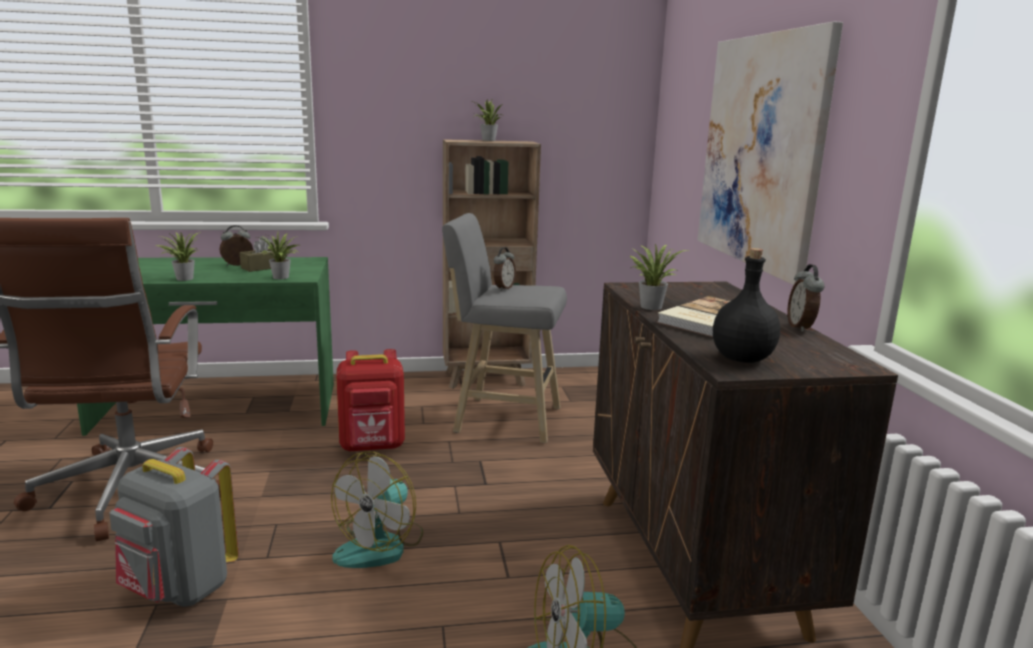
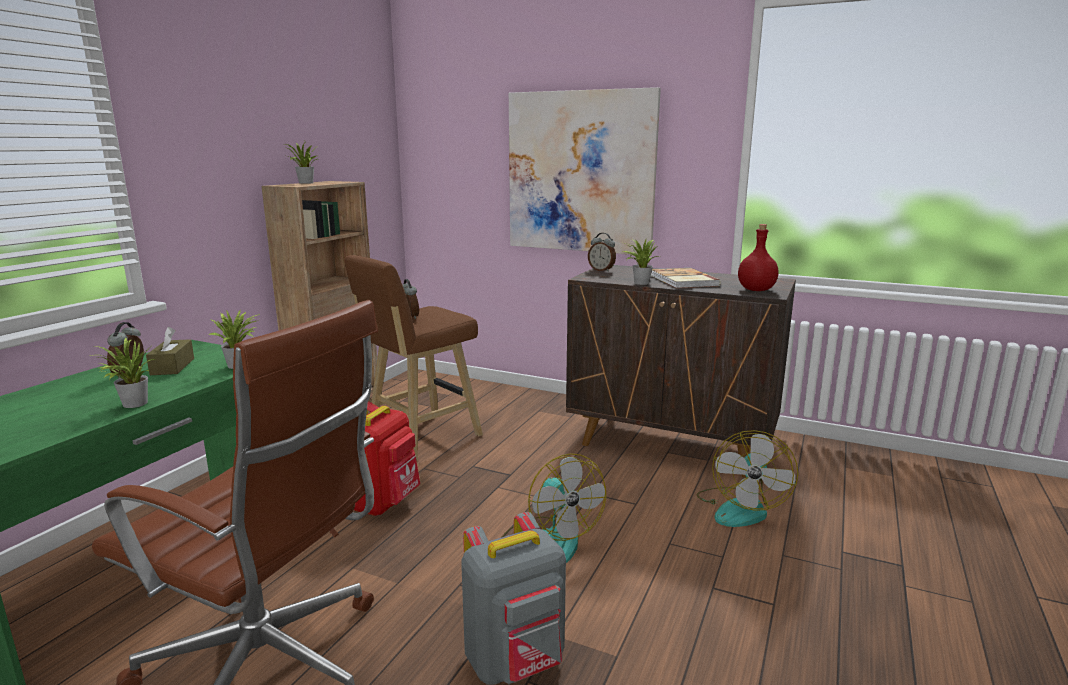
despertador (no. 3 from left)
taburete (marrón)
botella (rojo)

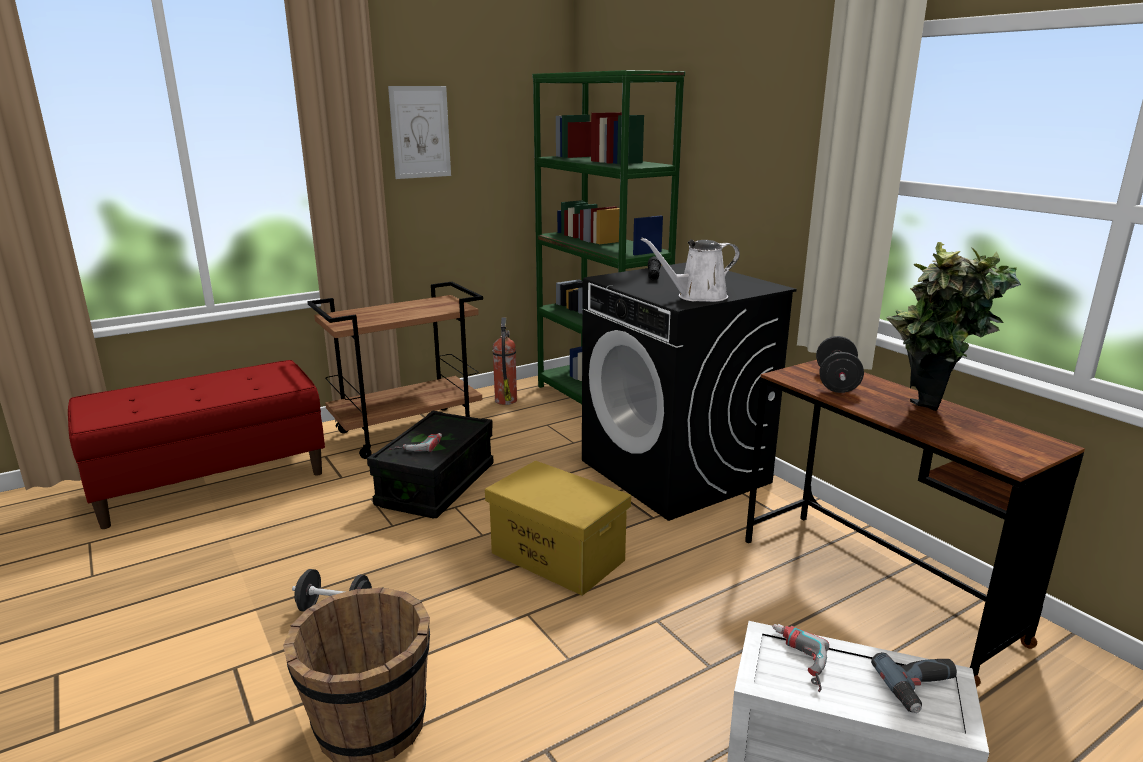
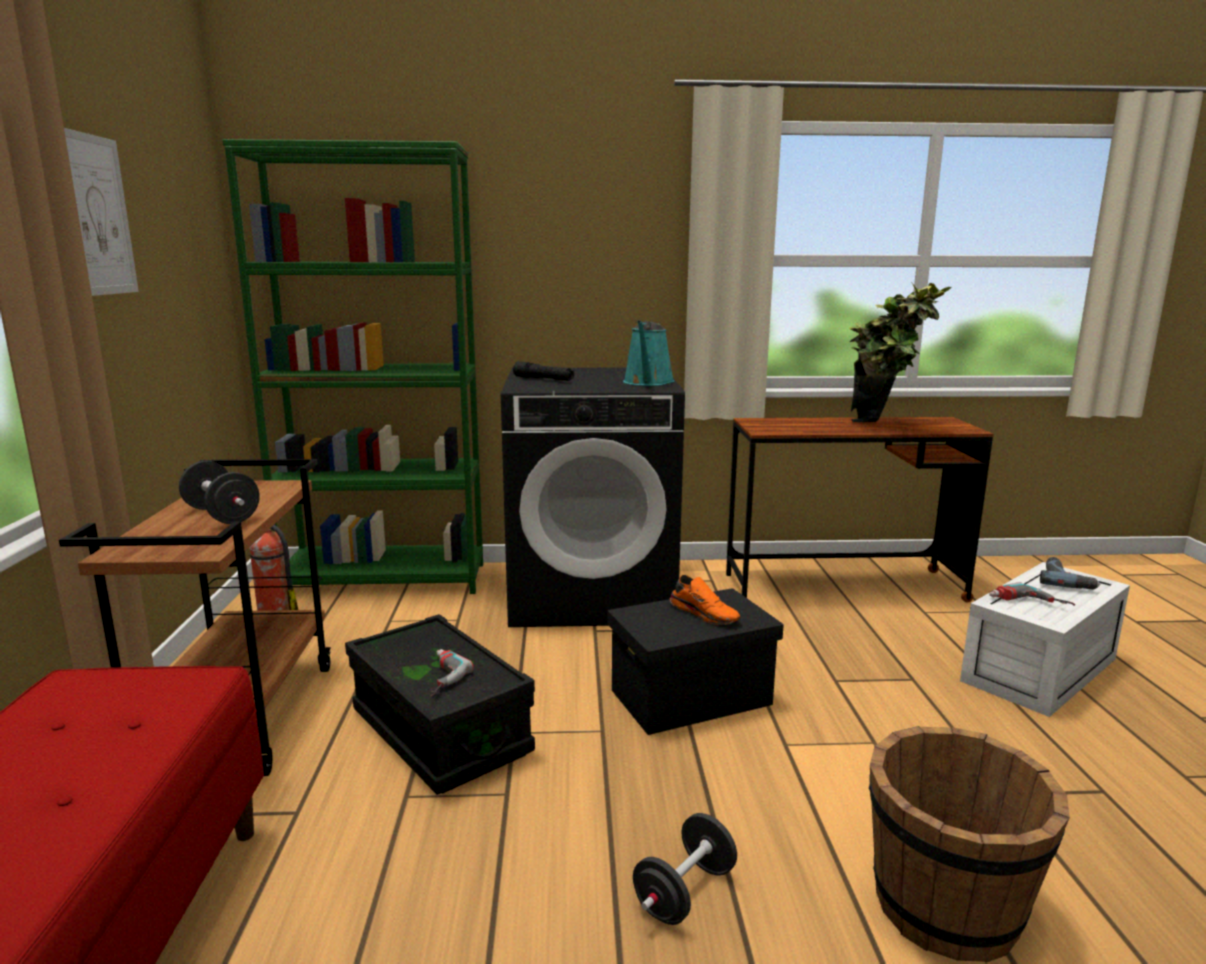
zapato (naranja)
mancuerna (negro) (no. 1 from left)
caja de almacenaje (negro) (no. 2 from left)
regadera (turquesa)

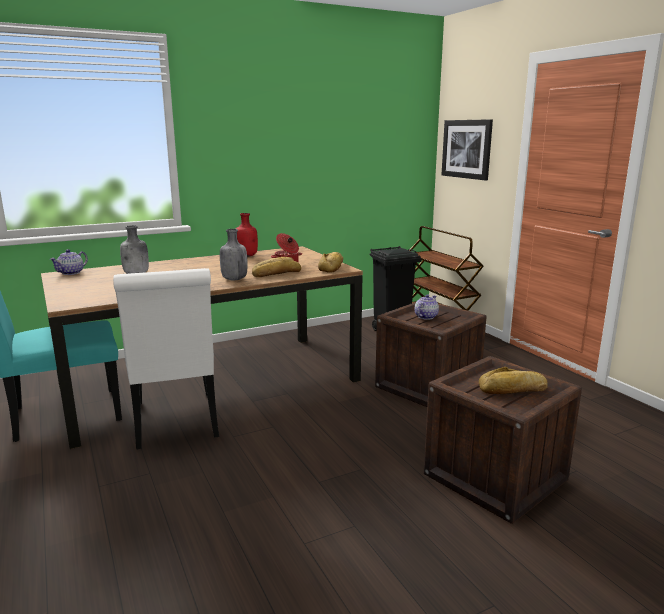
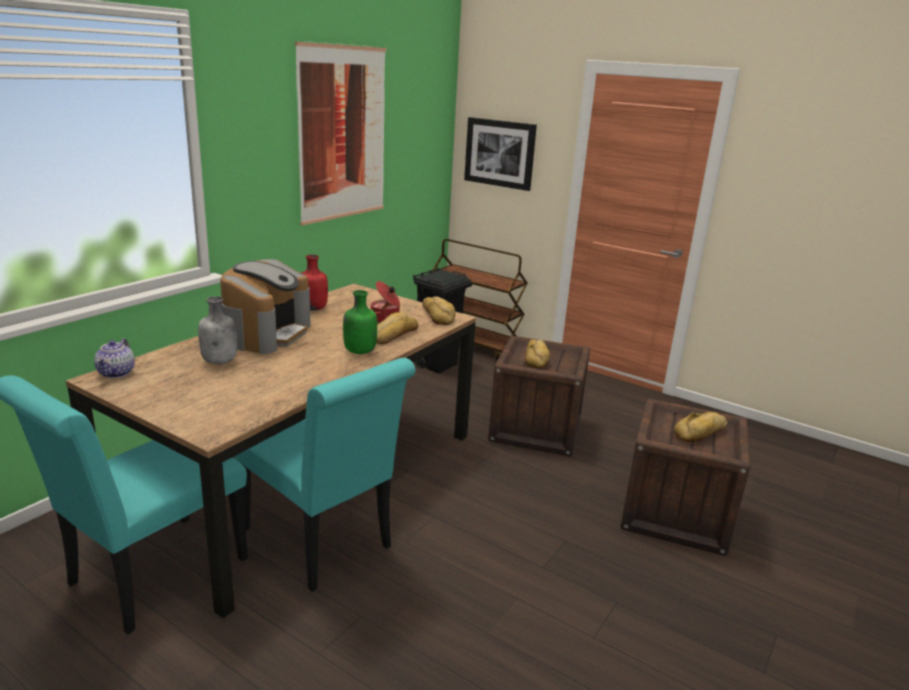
cafetera
cuadro (no. 1 from left)
pan (no. 3 from left)
silla (turquesa) (no. 2 from left)
botella (verde)

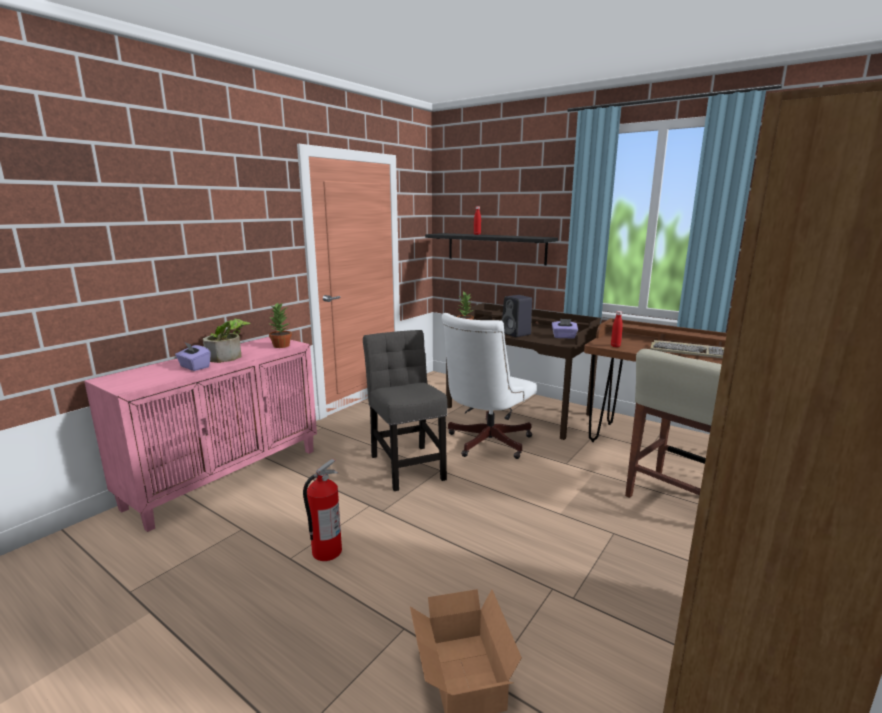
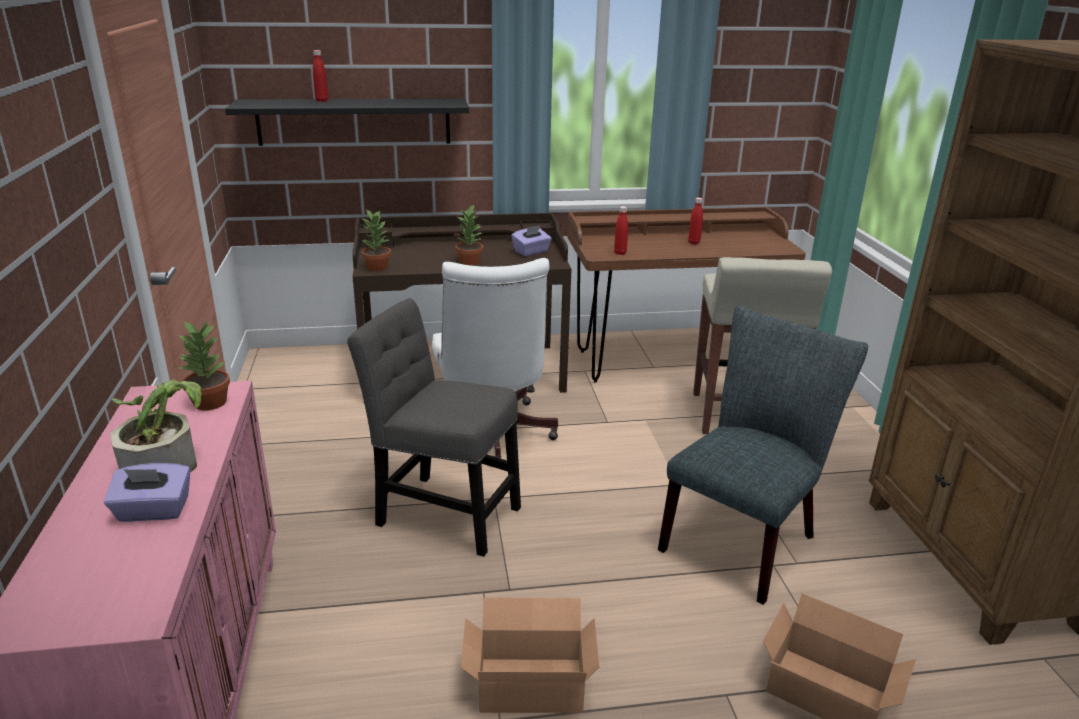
silla (gris) (no. 2 from left)
caja de cartón (no. 1 from left)
planta en maceta (no. 4 from left)
botella (rojo) (no. 3 from left)

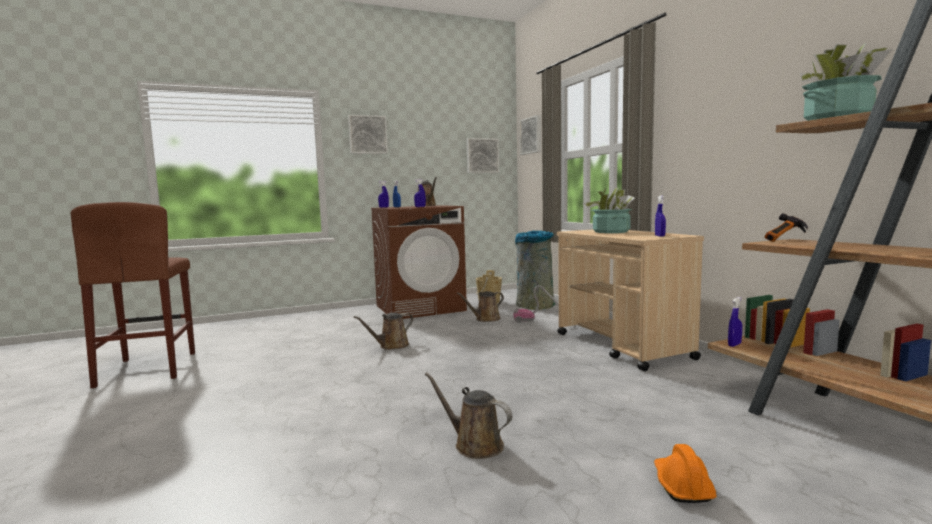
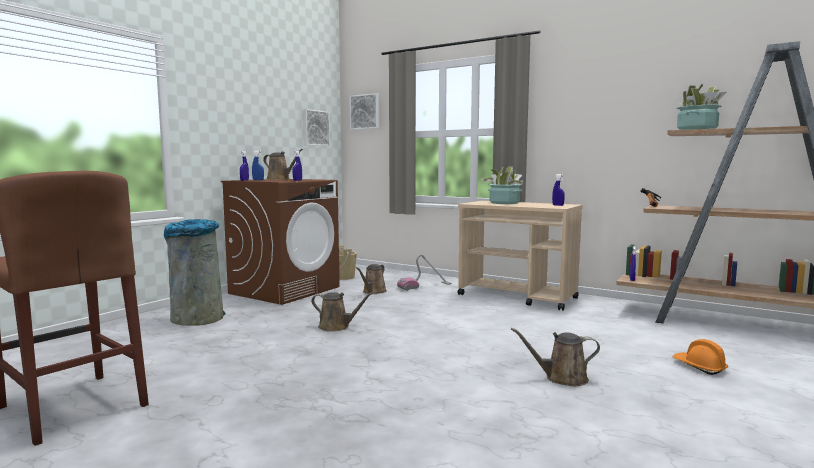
cuadro (no. 1 from left in the first image)
papelera (gris)
regadera (marrón) (no. 2 from left)

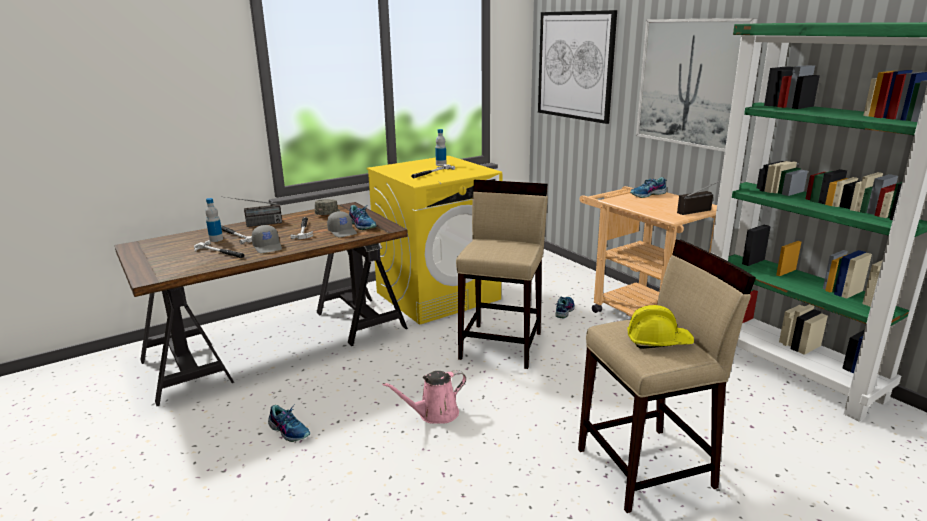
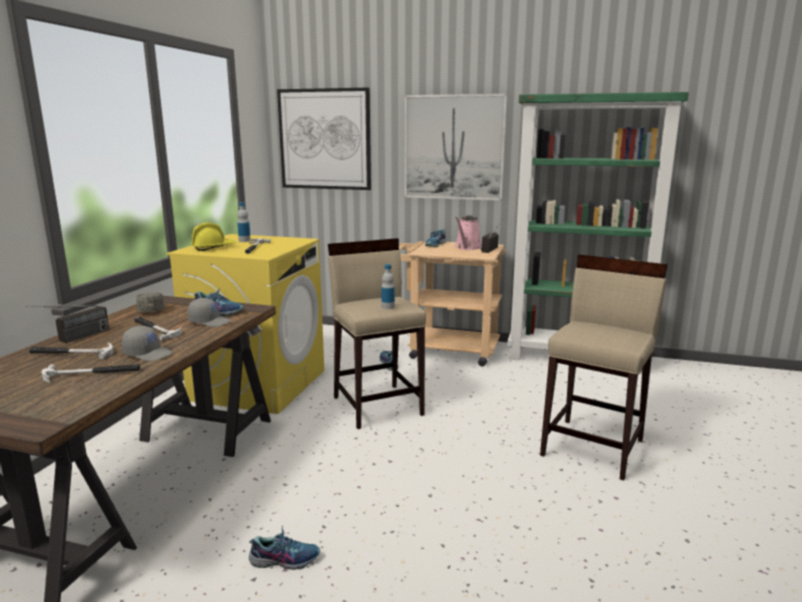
botella (no. 2 from left)
regadera (rosa)
casco (amarillo)

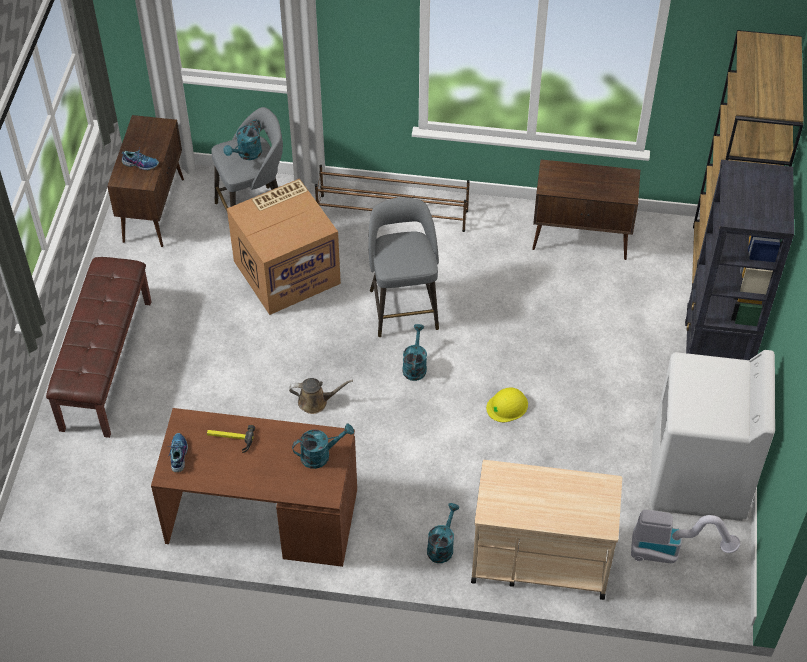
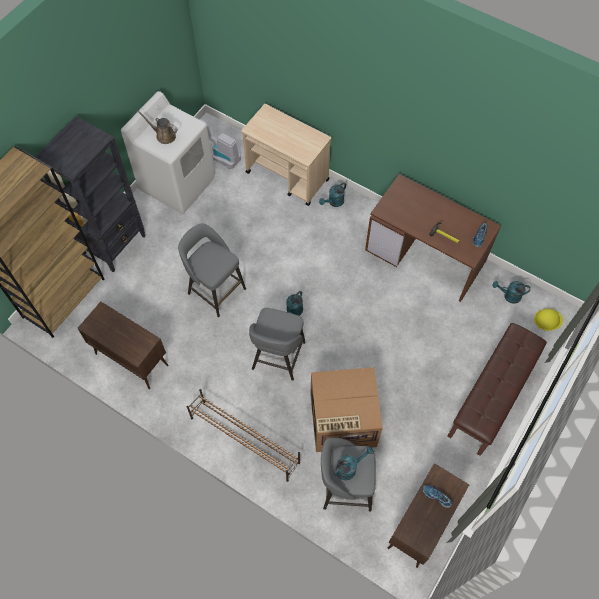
taburete (gris) (no. 1 from left)
regadera (marrón)
regadera (turquesa) (no. 4 from left)
casco (amarillo)

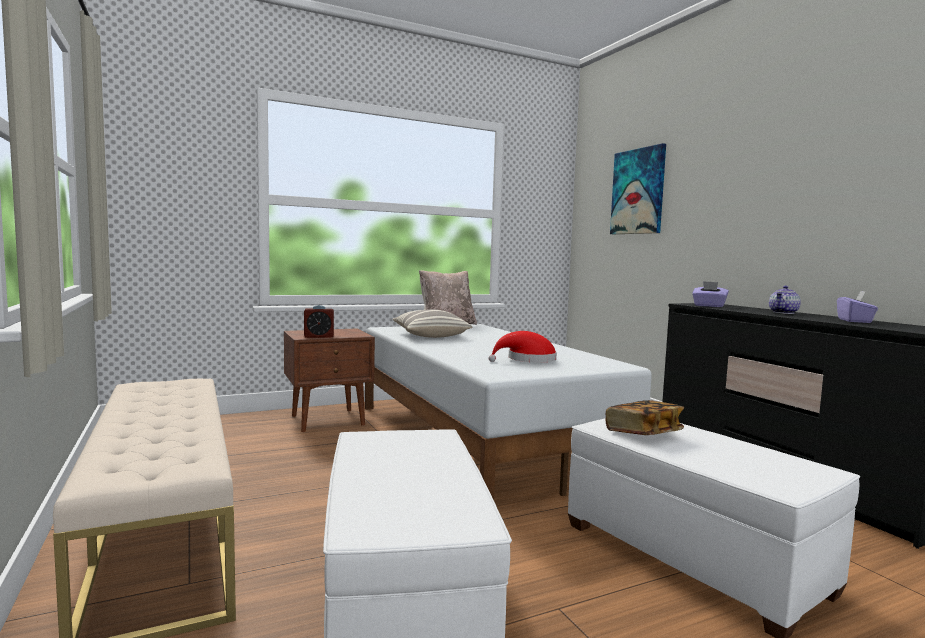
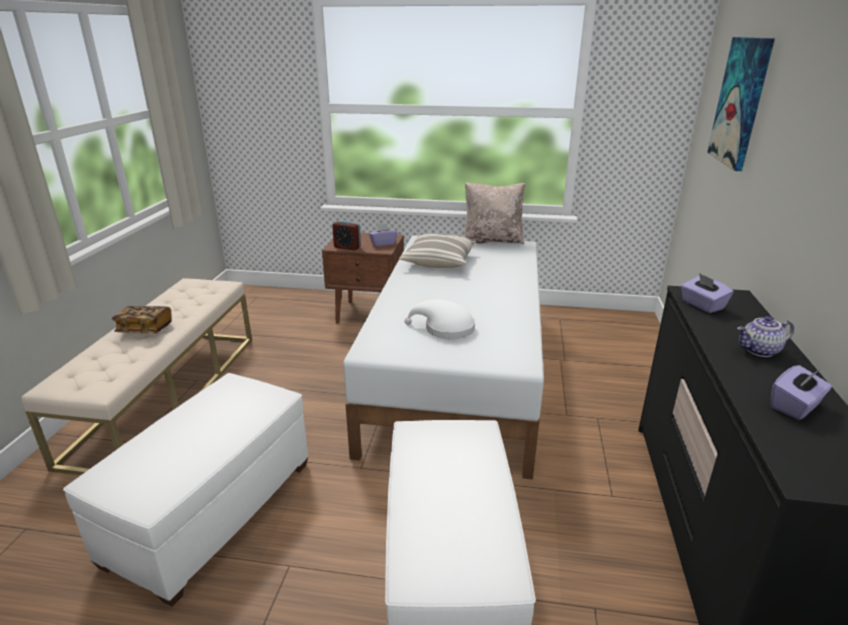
caja de pañuelos (morado) (no. 1 from left)
libro
sombrero (blanco)

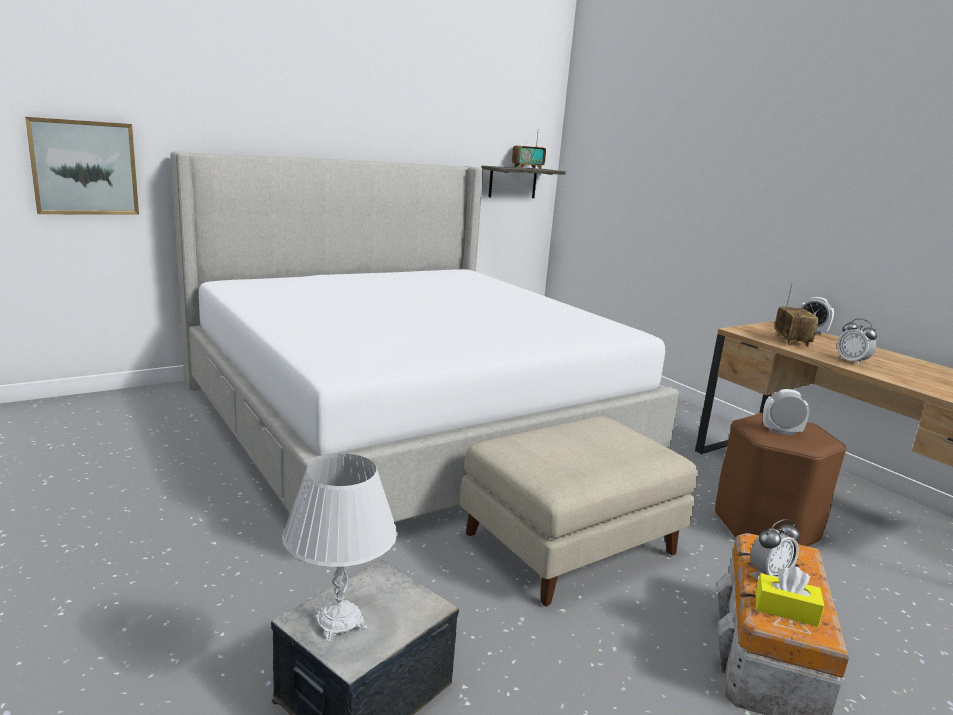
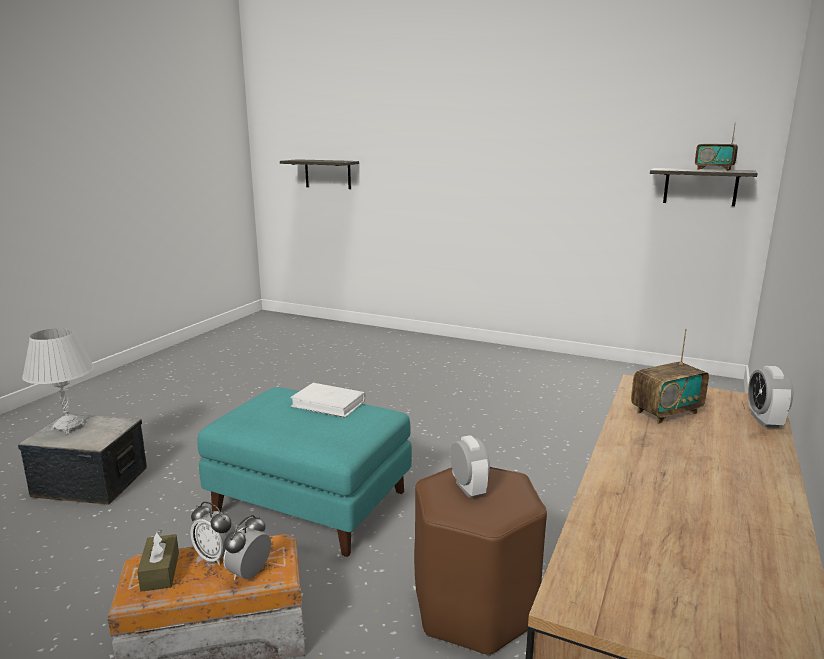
cama
libro (blanco)
despertador (no. 2 from left)
estante (no. 1 from left)
puf (turquesa)
caja de pañuelos (marrón)

